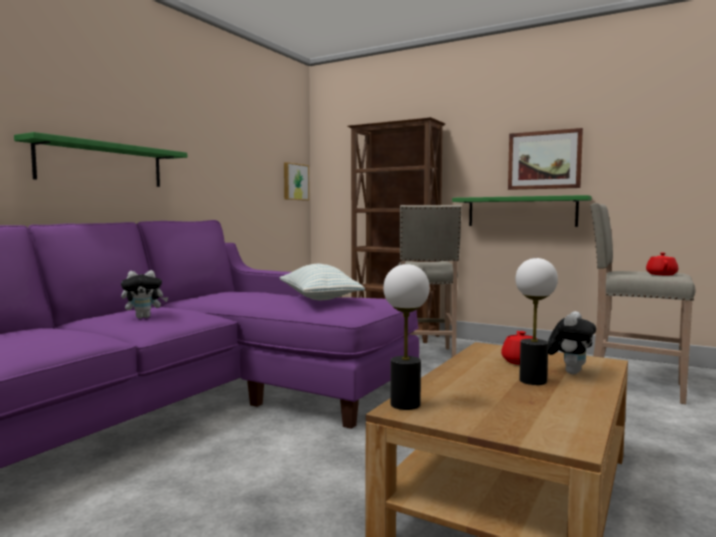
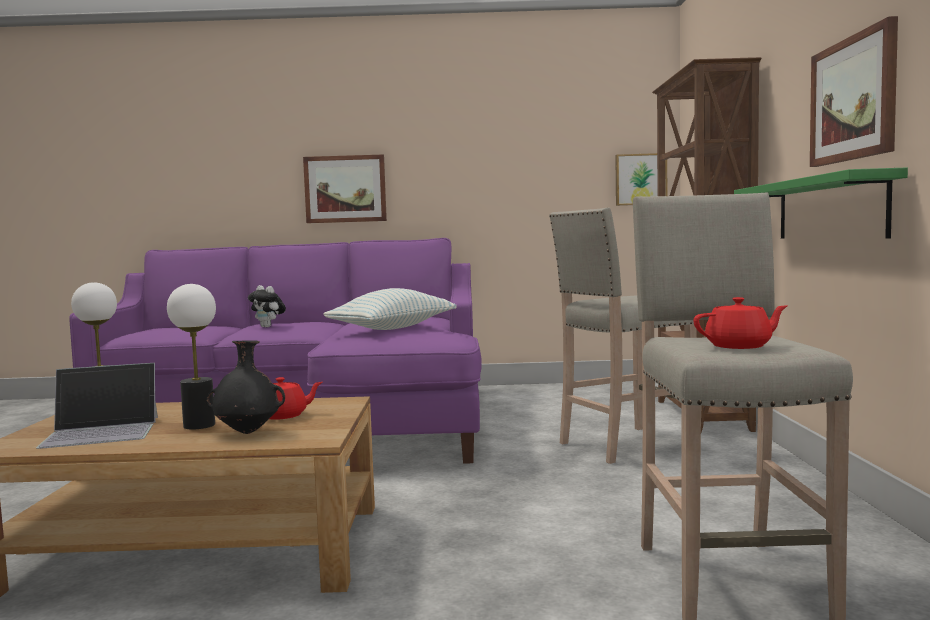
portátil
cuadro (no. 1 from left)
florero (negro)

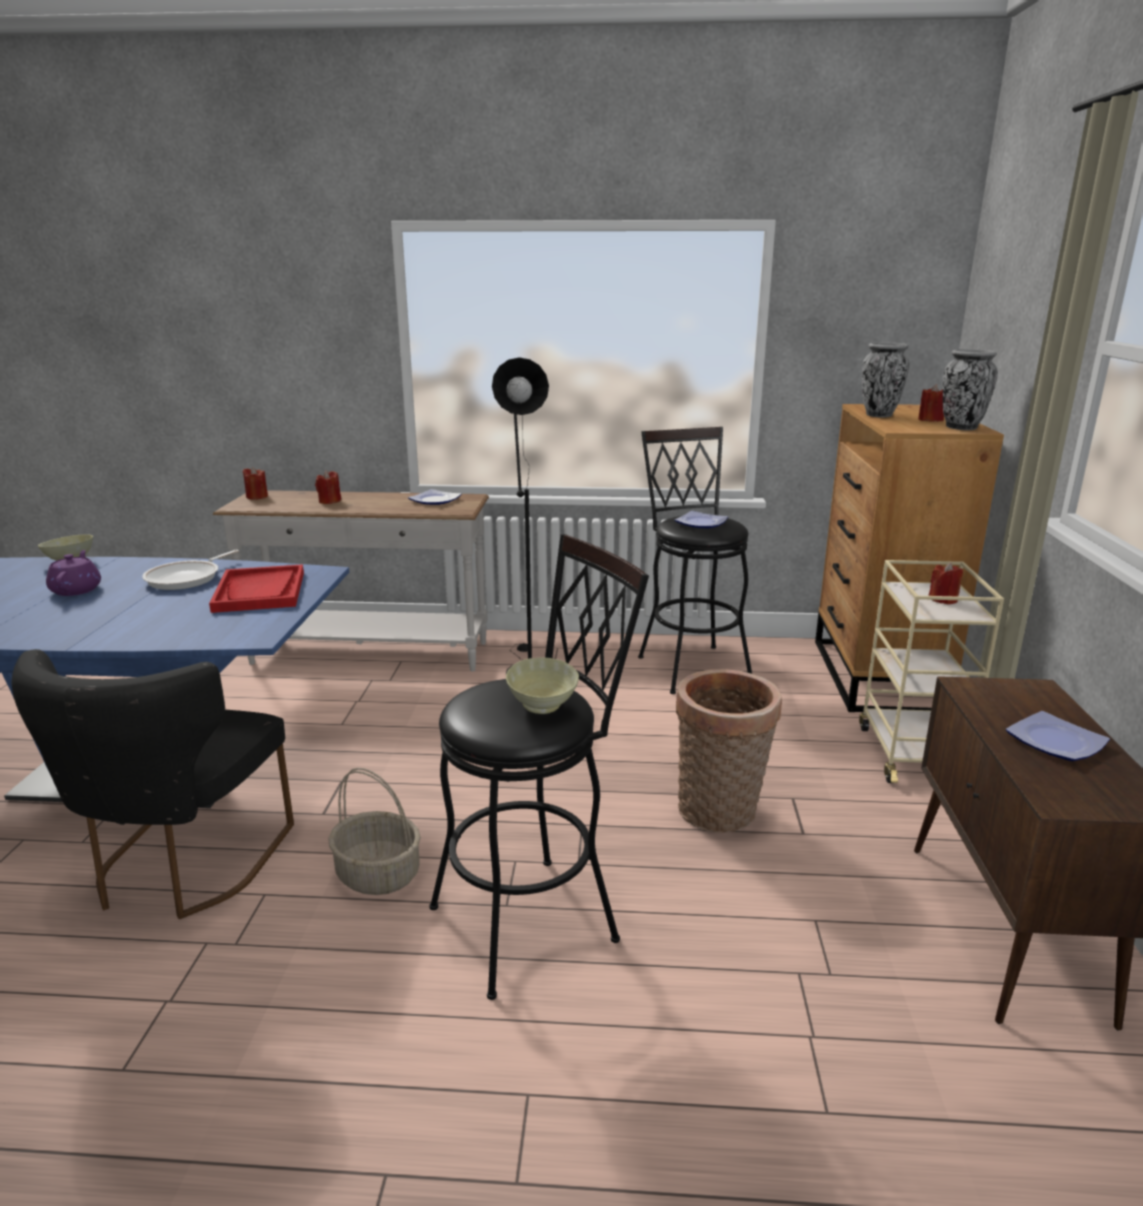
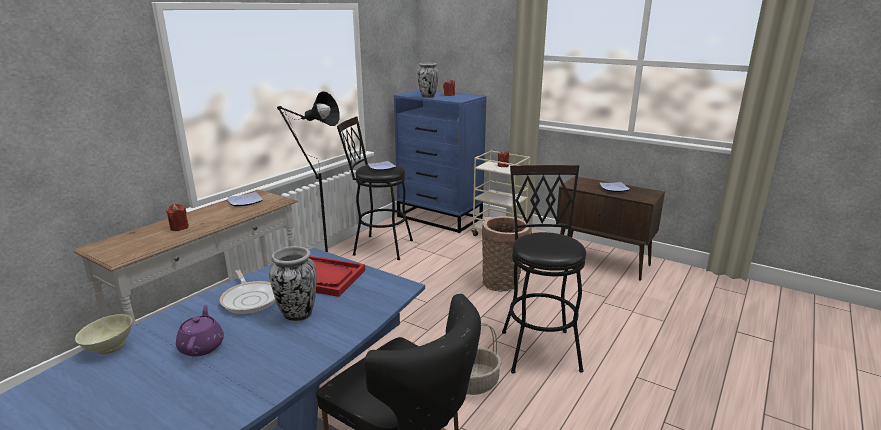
vela (rojo) (no. 1 from left in the first image)
cuenco (beis) (no. 2 from left in the first image)
florero (no. 1 from left)
cómoda (azul)
tetera (morado)

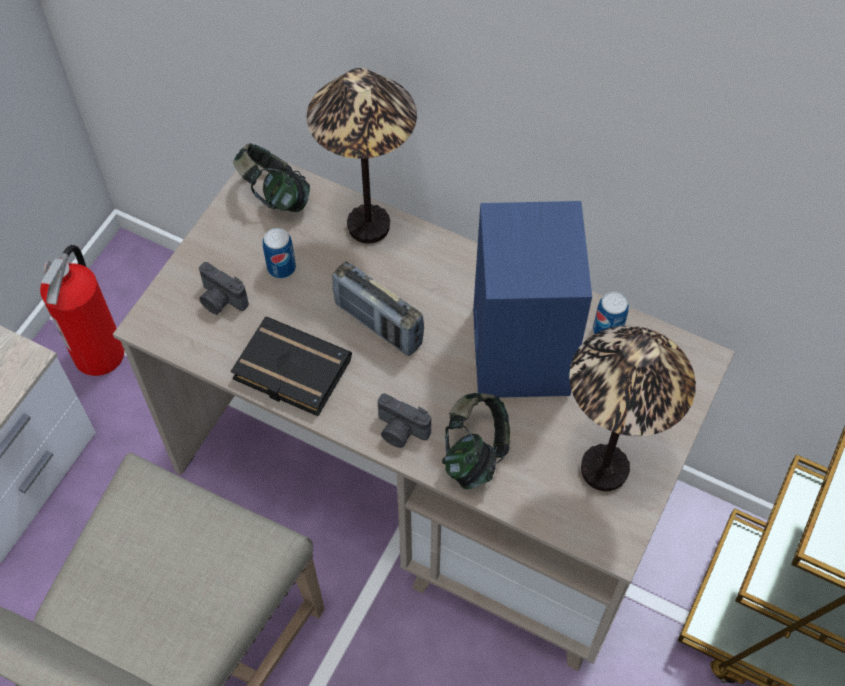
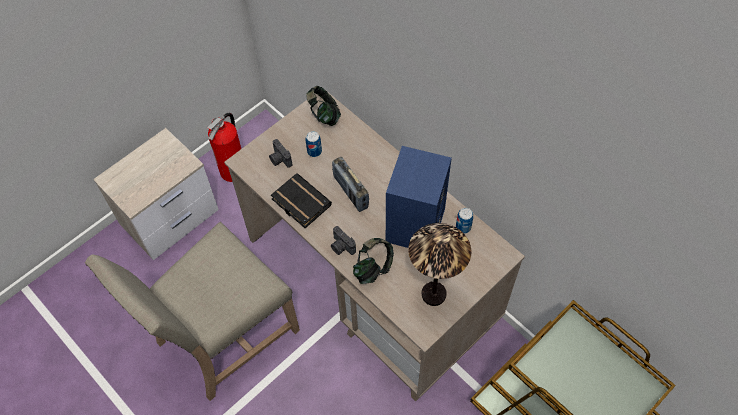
lámpara de mesa (no. 1 from left in the first image)

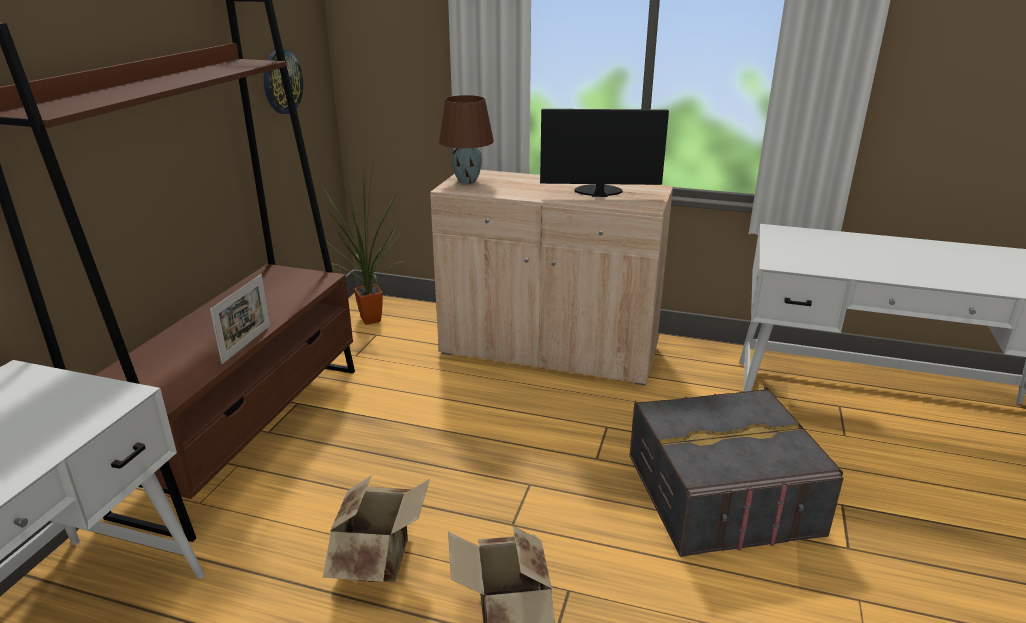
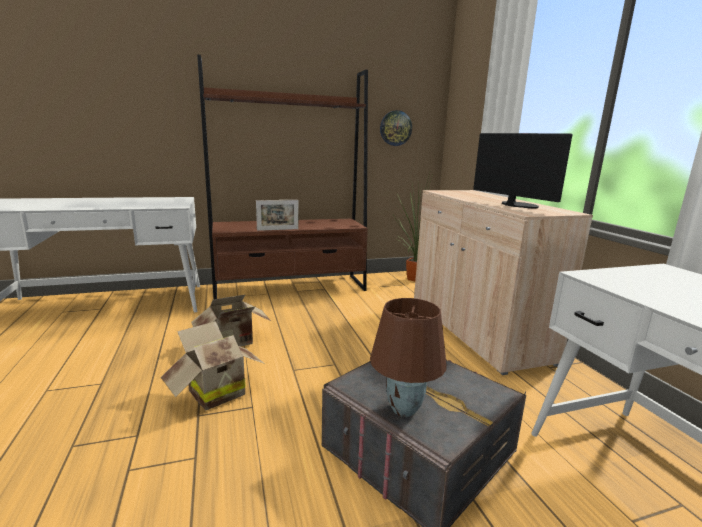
lámpara de mesa (marrón)

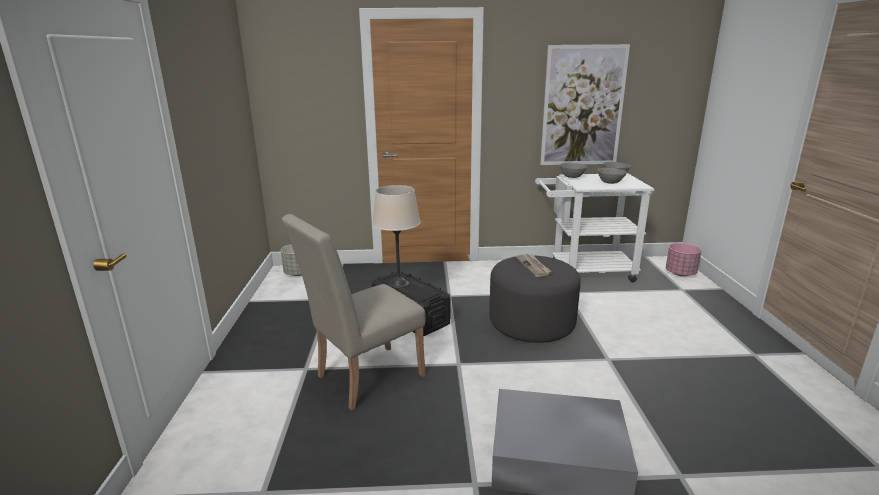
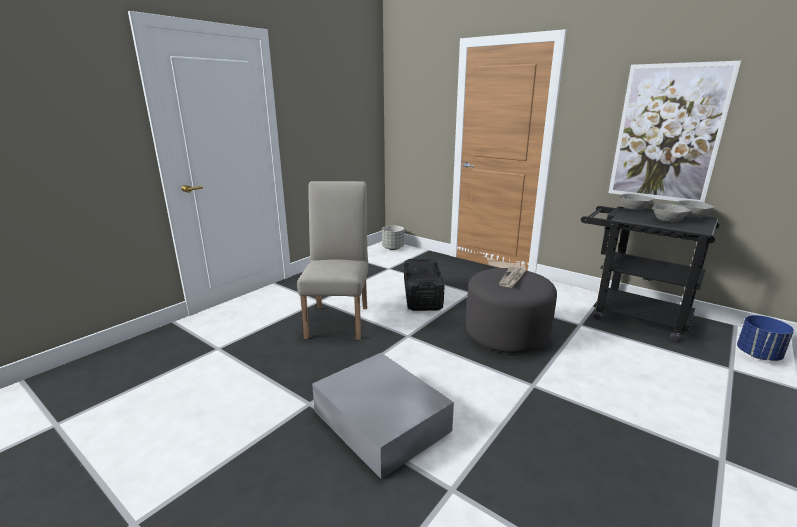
lámpara de mesa (beis)
carrito (negro)
maceta (azul)
silla (beis)

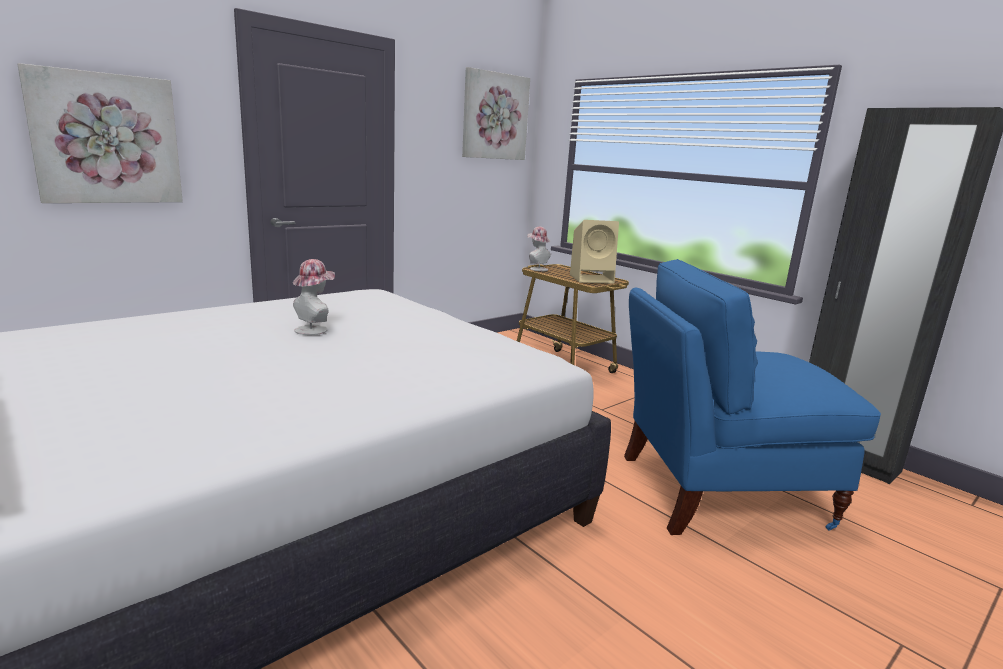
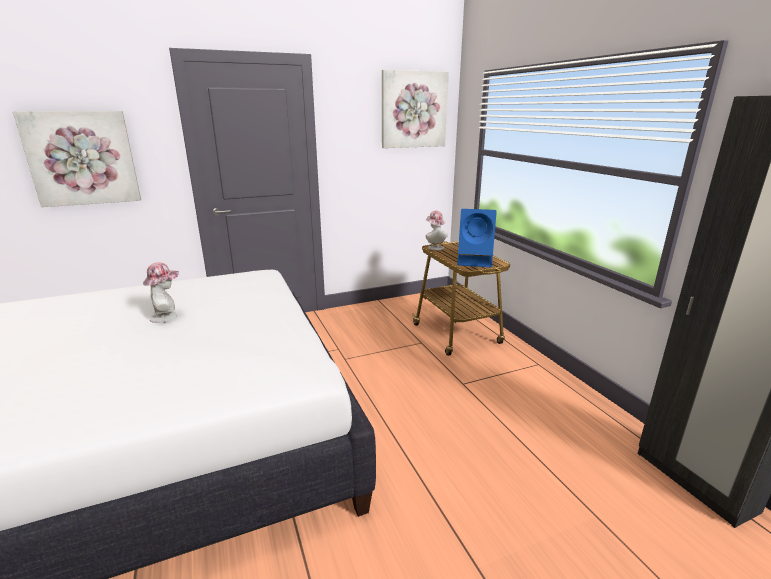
silla (azul)
altavoz (azul)

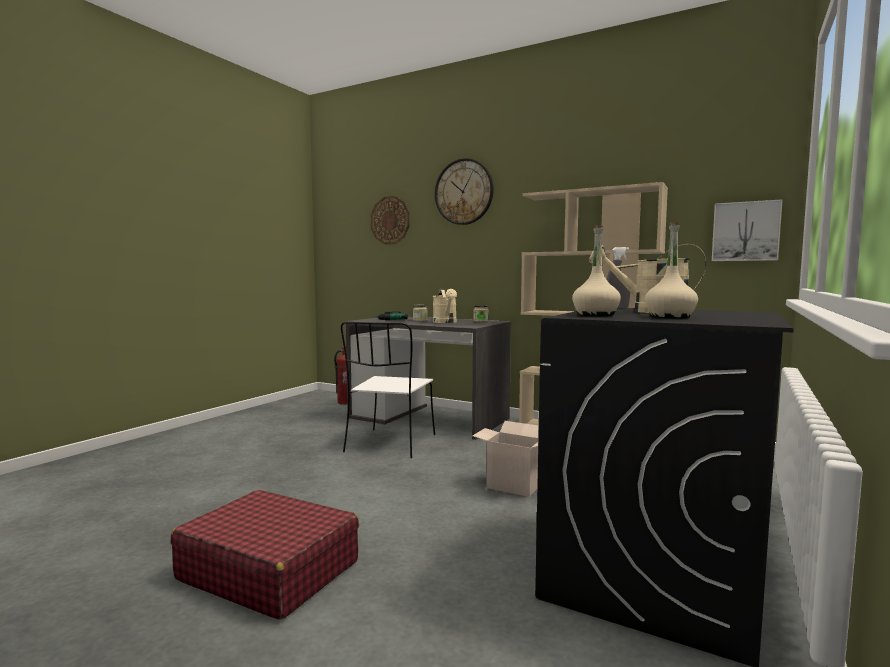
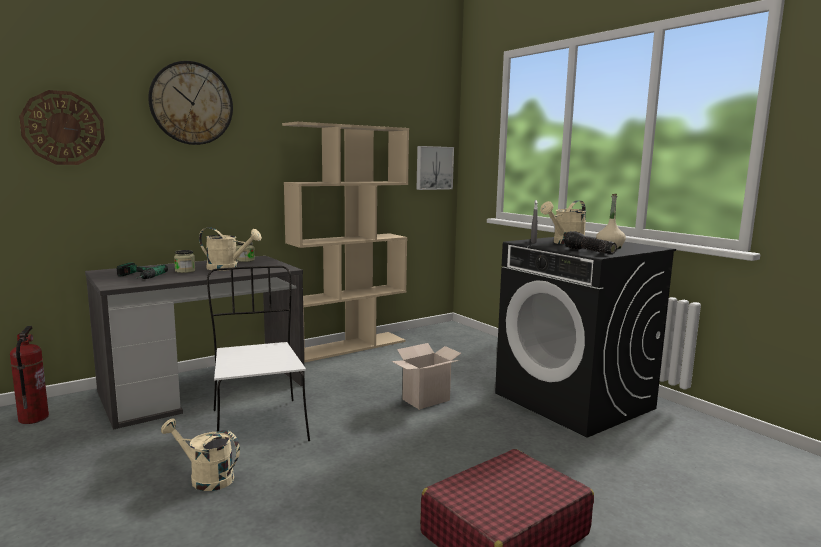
regadera (beis) (no. 1 from left)
linterna
silla (blanco)

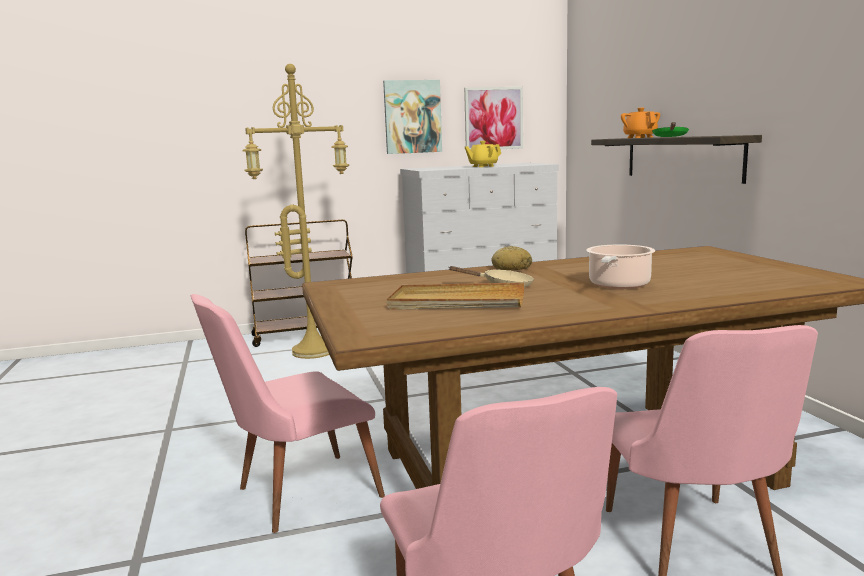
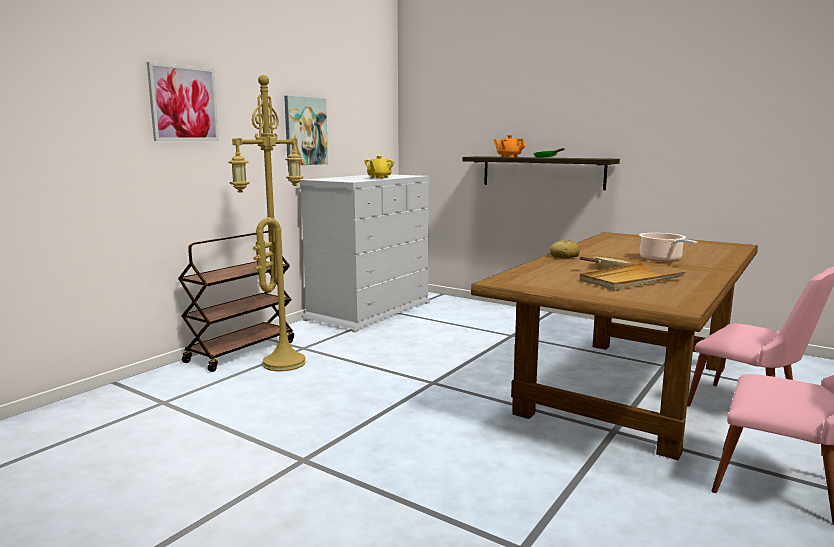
silla (rosa) (no. 1 from left in the first image)
cuadro (no. 1 from left)

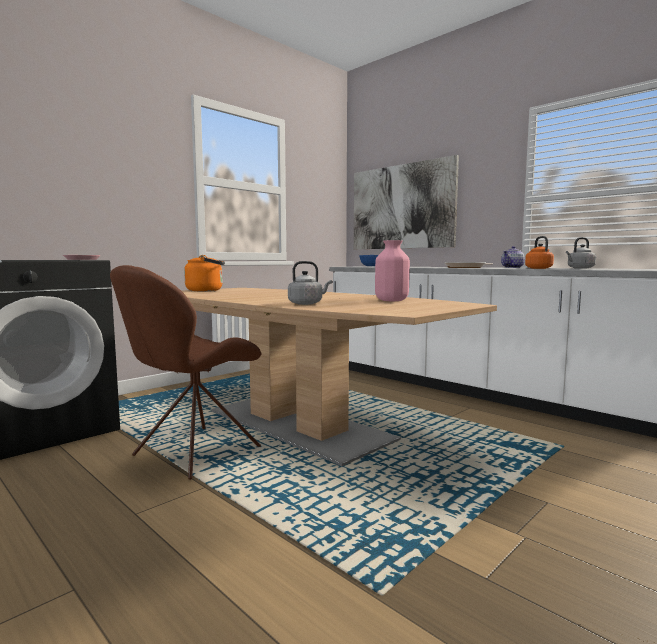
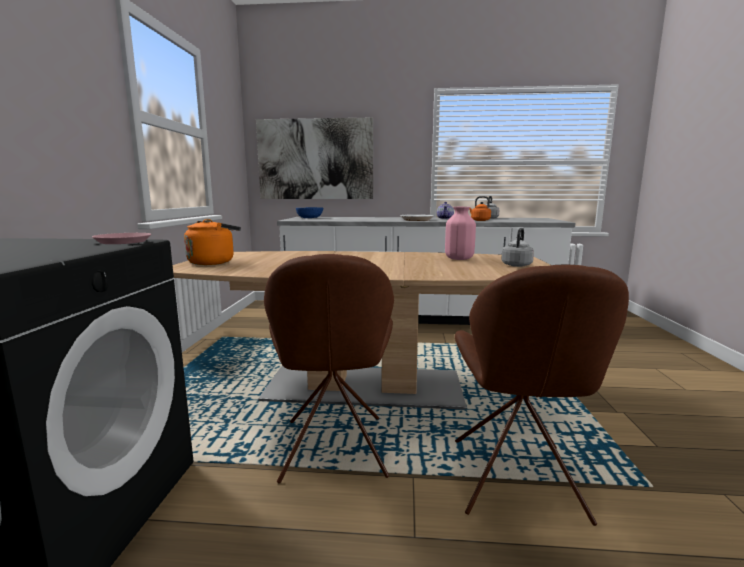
silla (marrón) (no. 2 from left)
hervidor (gris) (no. 2 from left)

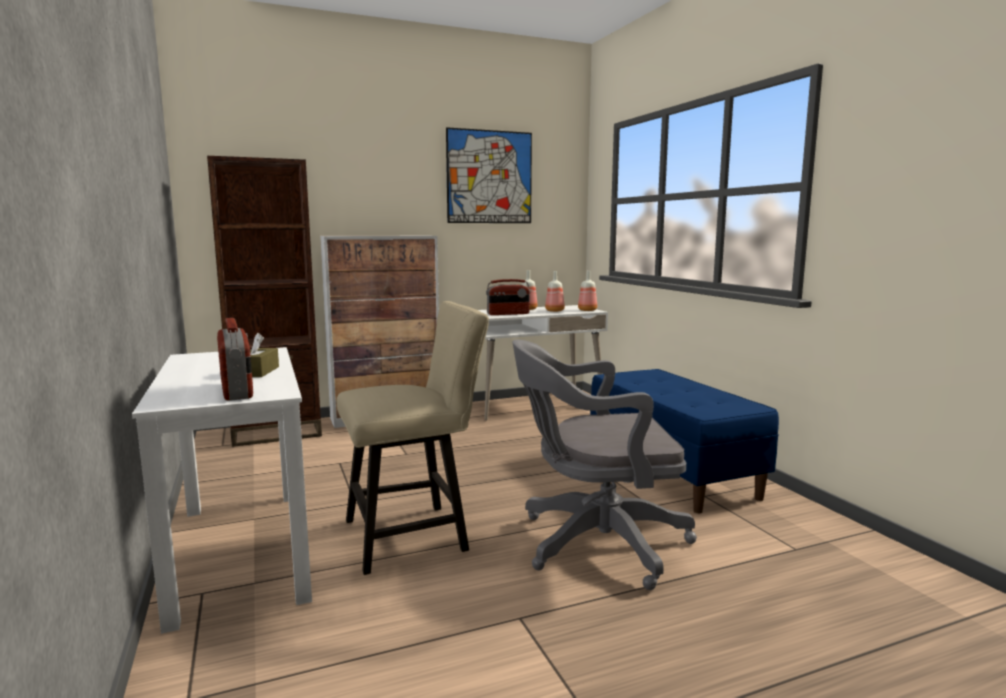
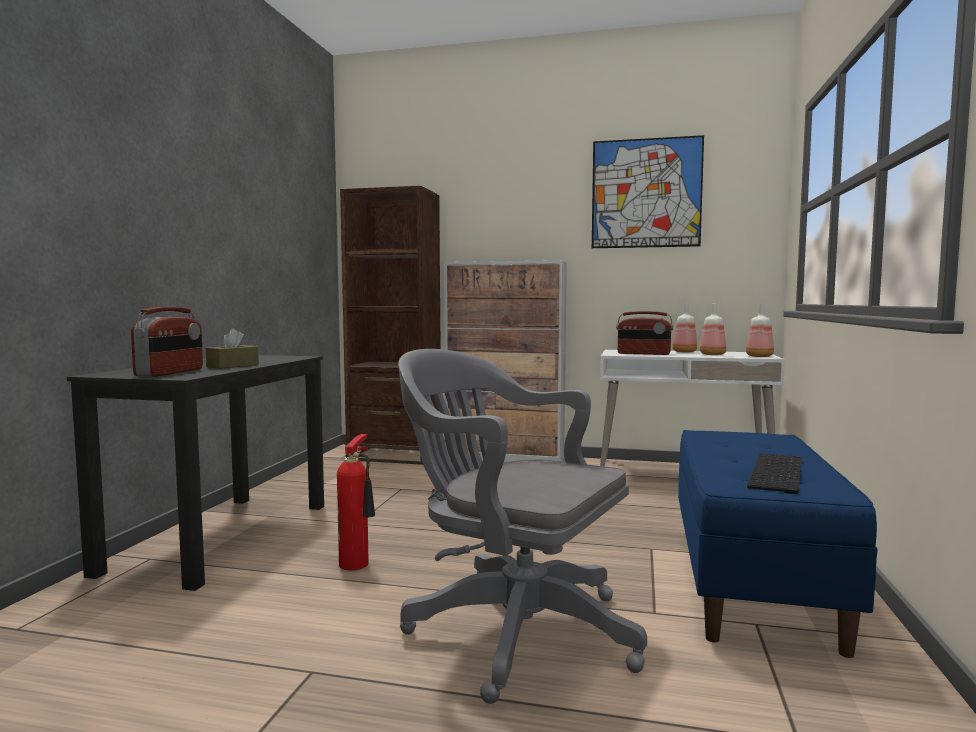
teclado
extintor
escritorio (negro)

